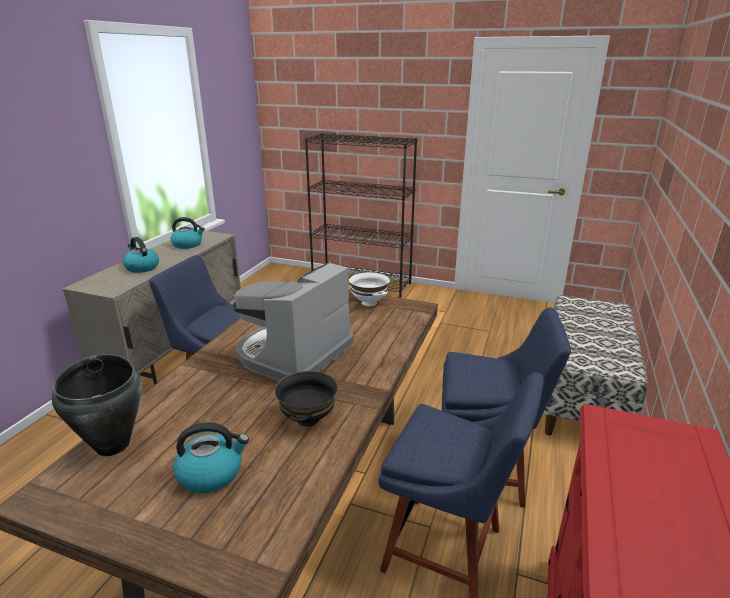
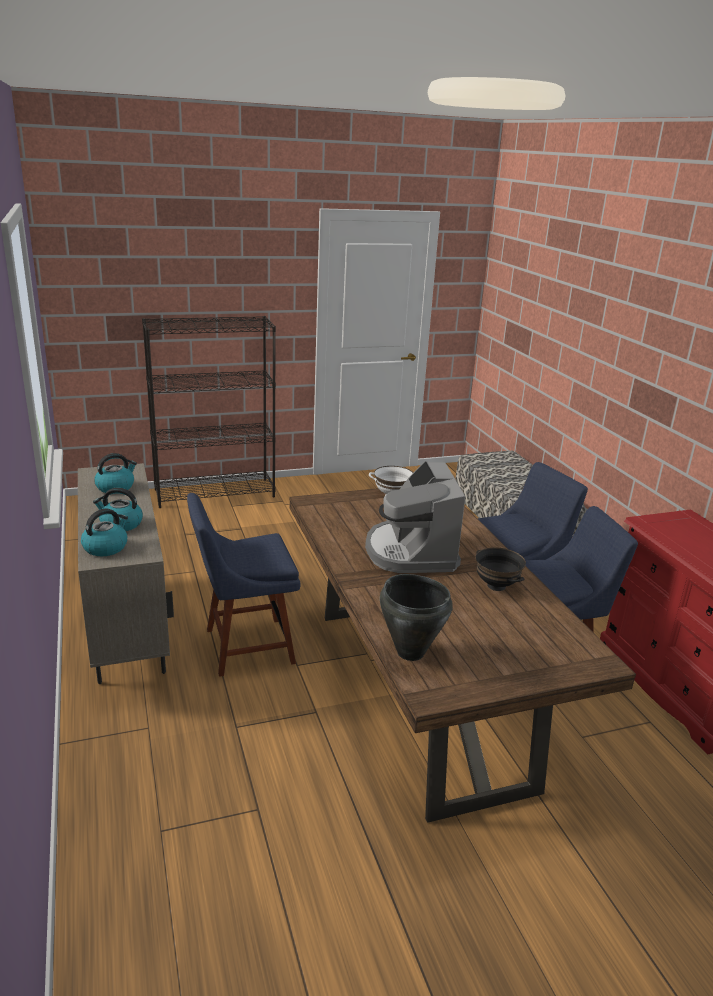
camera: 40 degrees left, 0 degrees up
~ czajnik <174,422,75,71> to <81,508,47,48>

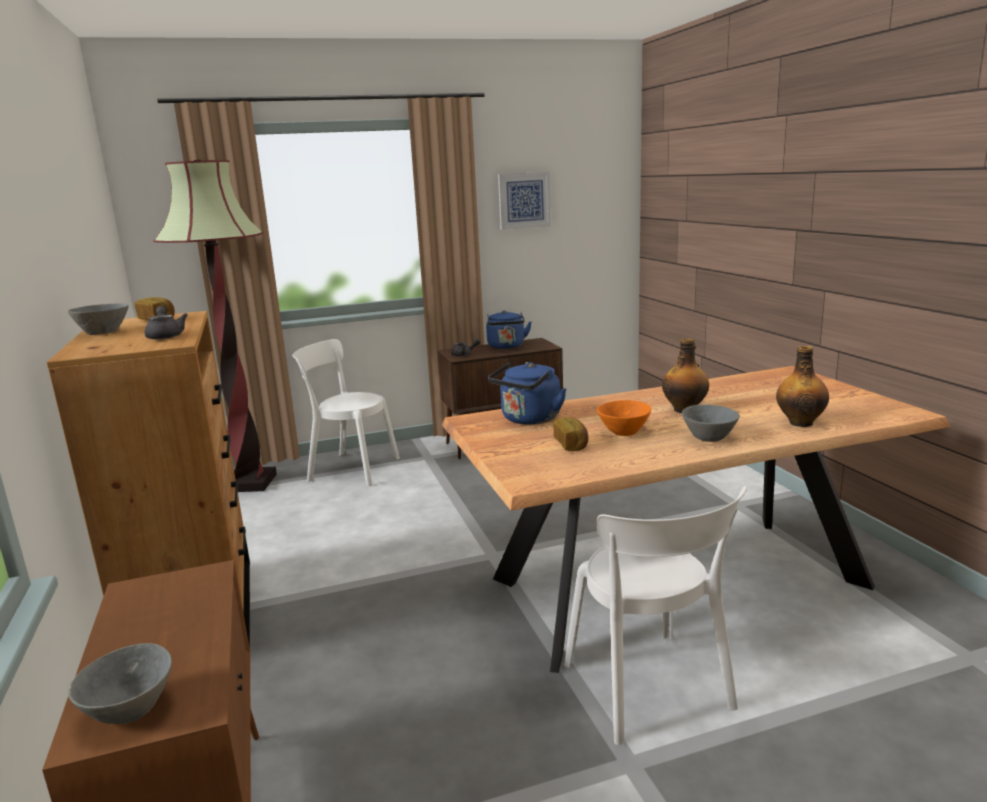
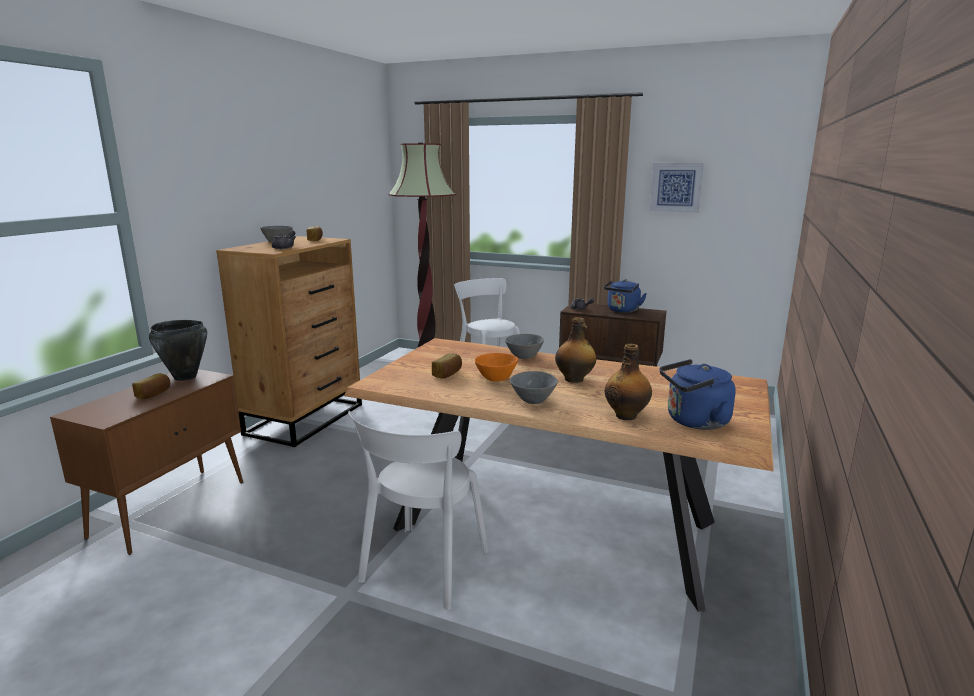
camera: 40 degrees right, 0 degrees up
+ chleb <132,373,38,26>
+ garnek (czarny) <149,320,58,61>
~ miska (szary) <68,643,104,81> to <505,334,39,25>
~ czajnik (niebieski) <488,362,78,63> to <660,359,76,71>

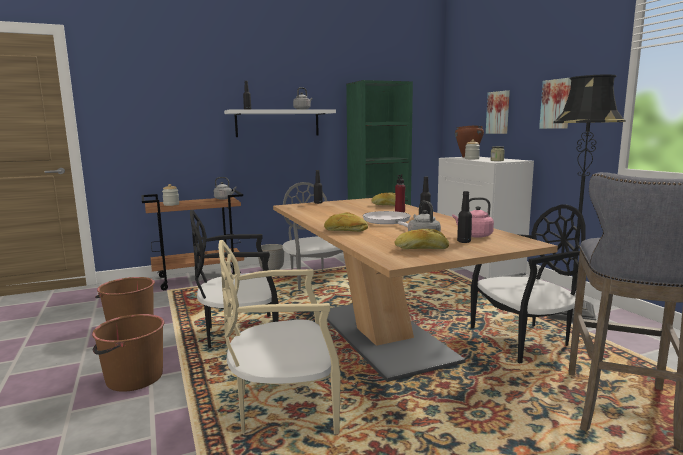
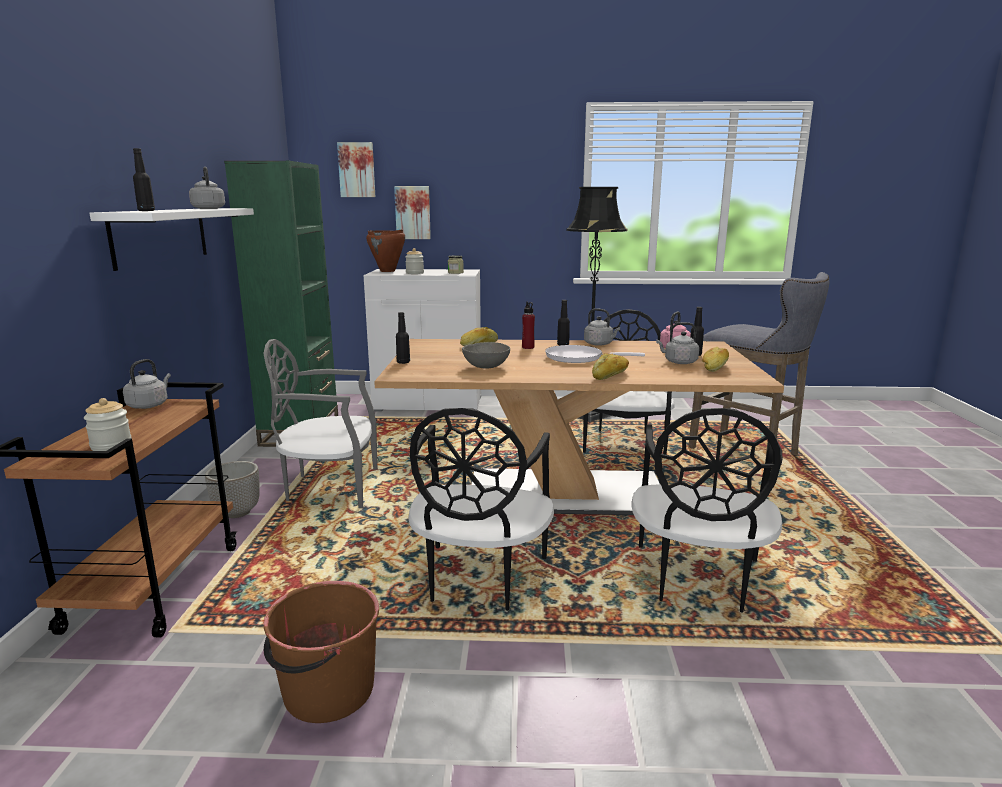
camera: 65 degrees left, 5 degrees up
~ obraz <539,78,32,51> to <337,142,38,55>
+ miska (szary) <462,342,48,27>
+ czajnik (szary) <584,308,36,38>
~ krzesło (beżowy) <218,240,123,194> to krzesło (czarny) <631,408,151,205>
- wiadro (brązowy) <92,314,72,78>

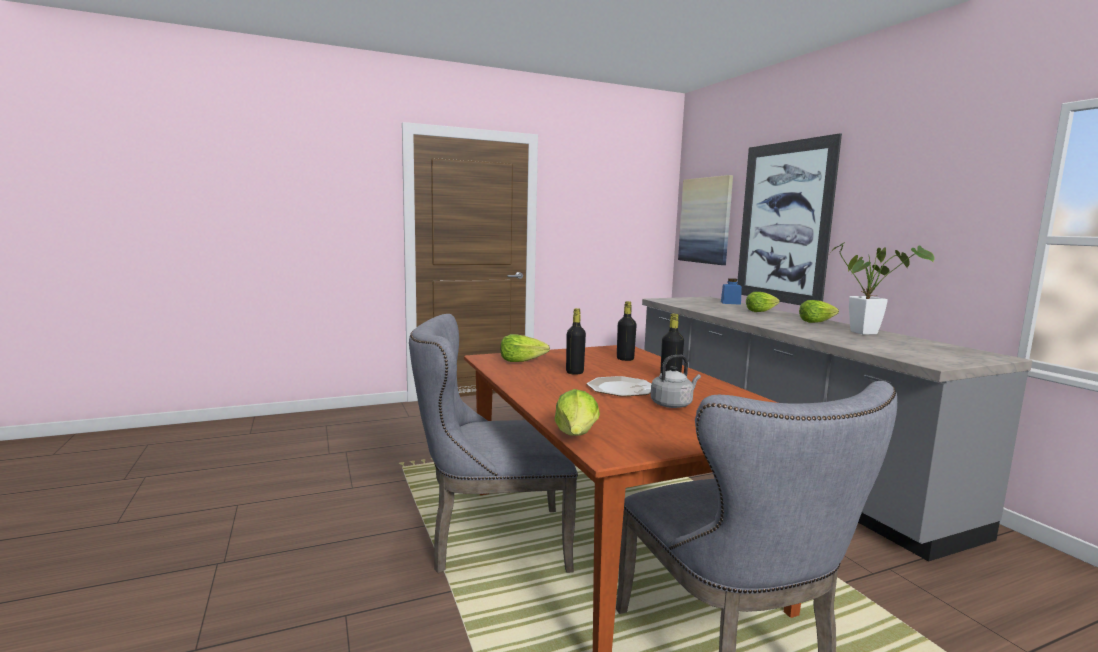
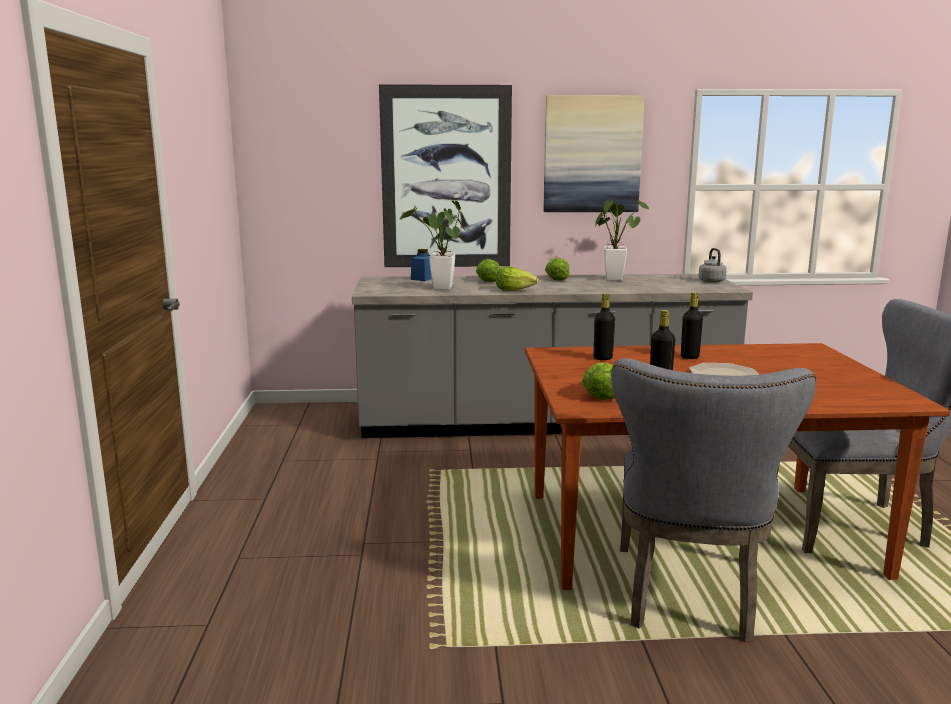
camera: 70 degrees left, 5 degrees up
+ roślina doniczkowa <400,200,65,90>
~ sałata <555,389,45,47> to <496,266,43,25>
~ obraz <678,175,55,90> to <543,95,102,117>
~ czajnik (szary) <651,355,50,53> to <698,248,29,35>

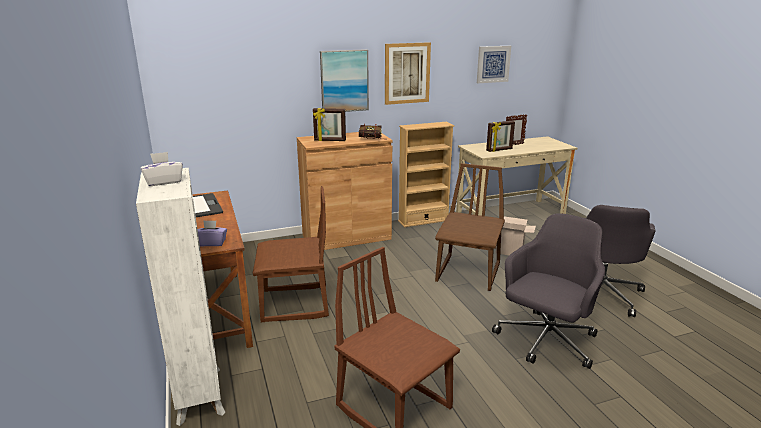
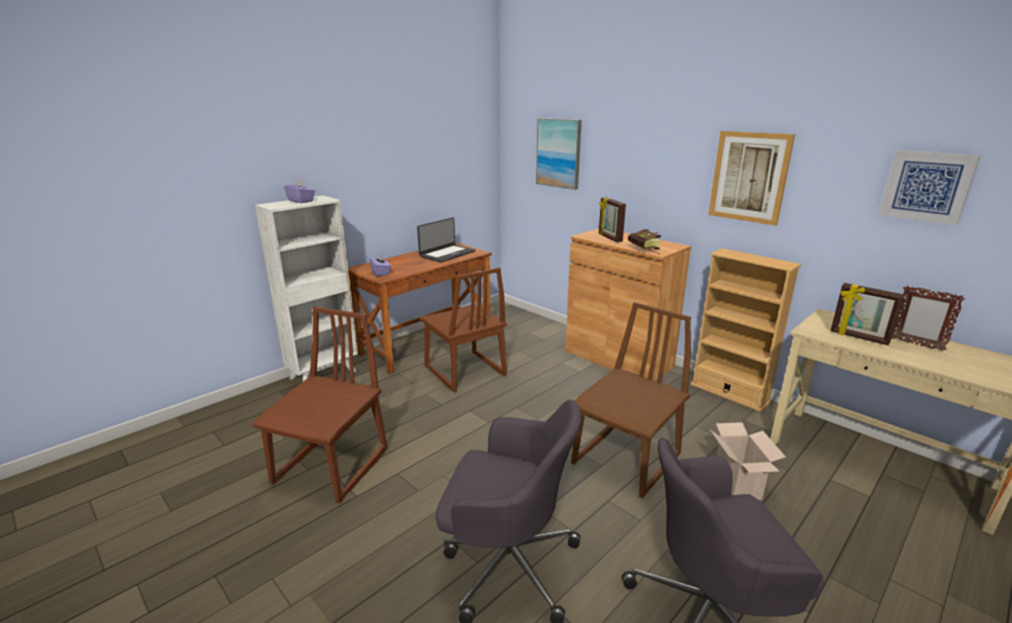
camera: 65 degrees right, 0 degrees up
~ pudełko chusteczek (biały) <141,152,42,34> to pudełko chusteczek (fioletowy) <284,179,31,24>
~ obraz <320,49,49,63> to <536,118,45,72>
~ krzesło (brązowy) <435,163,70,128> = <571,302,120,197> 45 degrees counterclockwise

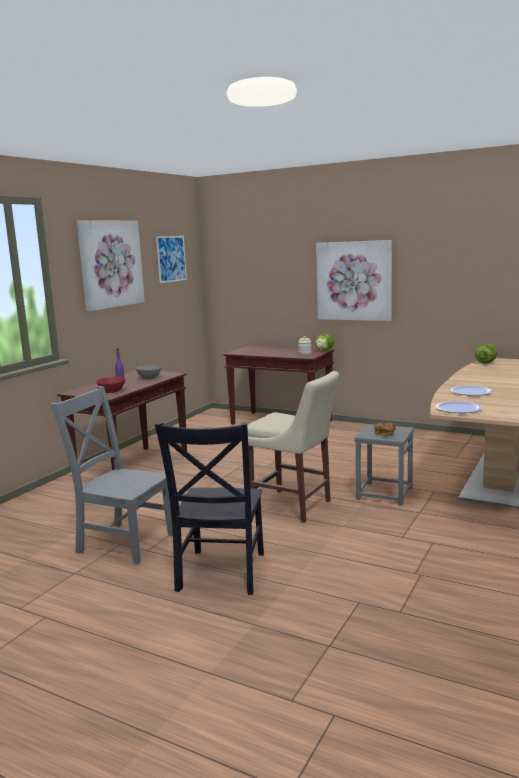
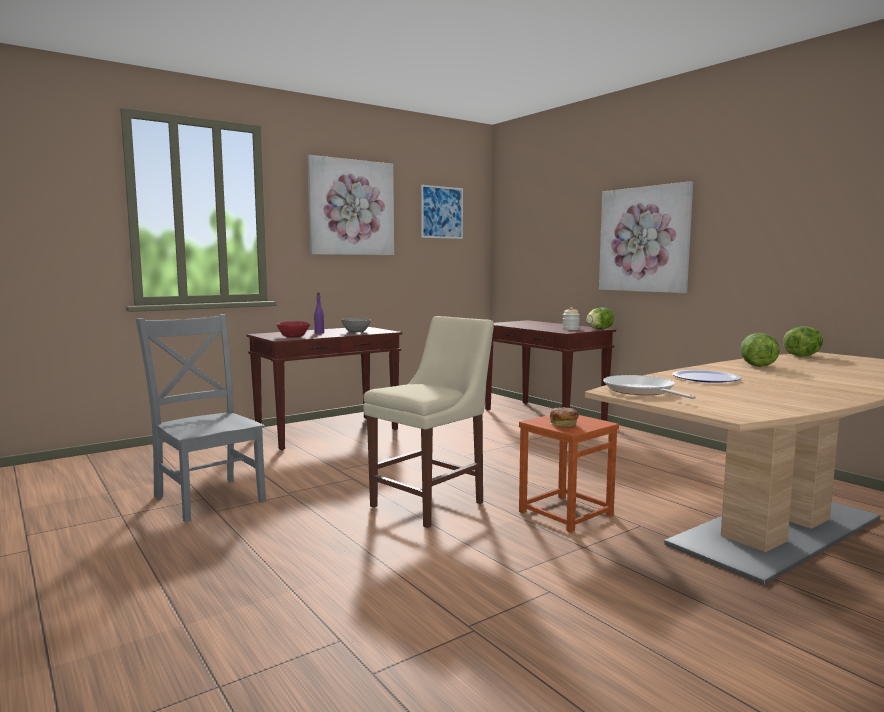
camera: 25 degrees right, 5 degrees down
~ krzesło (beżowy) <247,371,92,152> = <363,316,131,212> 105 degrees counterclockwise
~ stołek (szary) <355,424,59,81> to stołek (brązowy) <519,415,100,118>
~ talerz <436,401,46,12> to patelnia <603,375,93,24>
+ sałata <740,333,40,34>
- krzesło (czarny) <155,422,109,173>

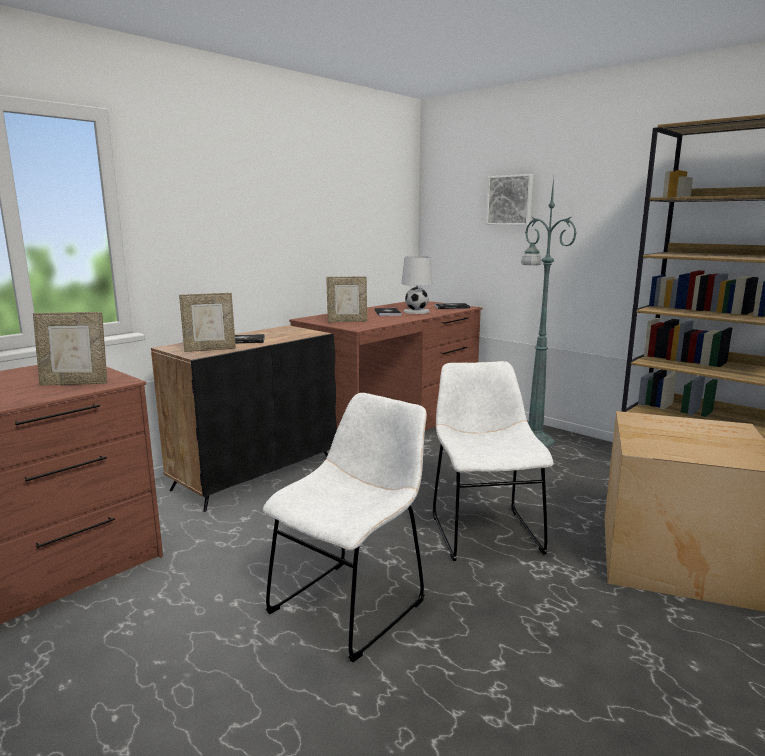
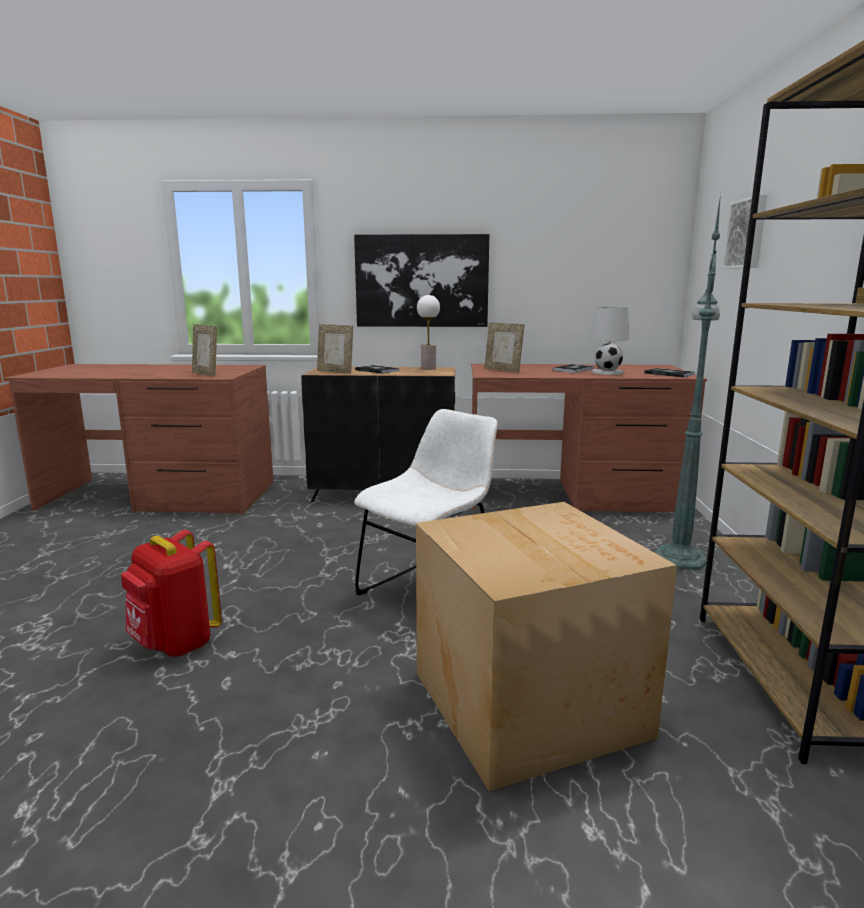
camera: 50 degrees right, 0 degrees up
+ plecak (czerwony) <121,530,101,127>
+ obraz <354,234,135,93>
+ lampa stołowa <417,295,23,74>
- krzesło (biały) <263,393,164,269>

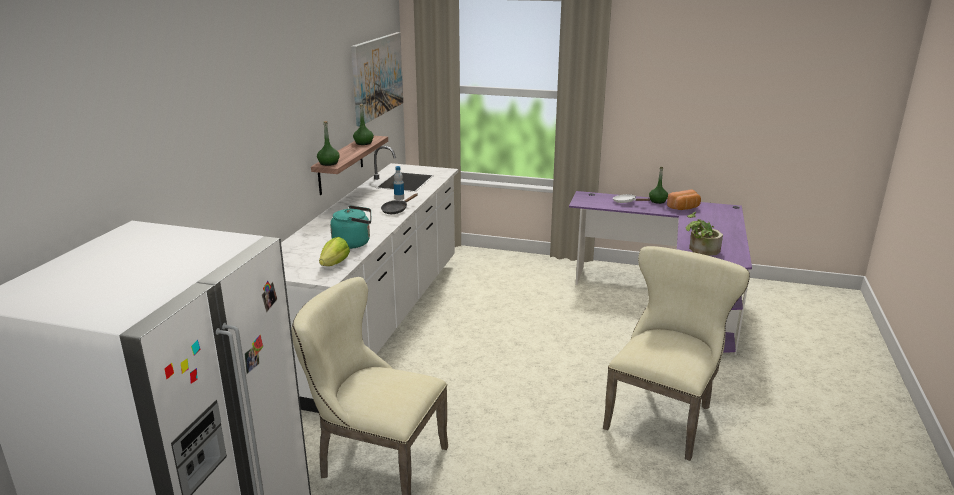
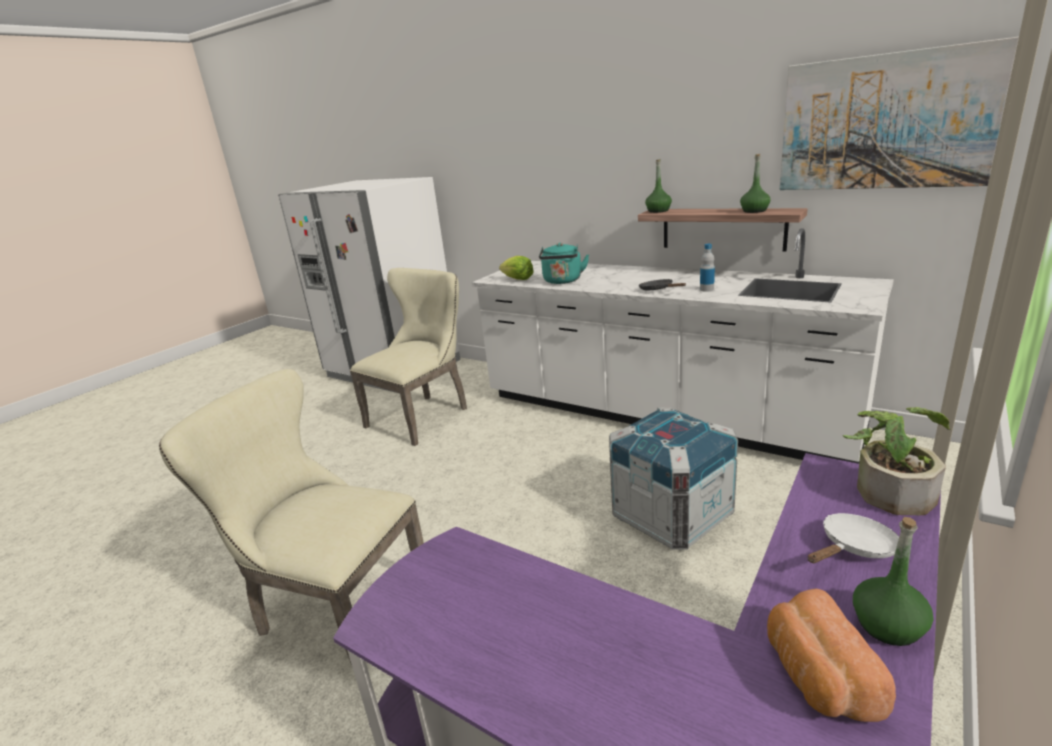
camera: 110 degrees right, 0 degrees up
~ krzesło (beżowy) <603,246,147,215> = <159,369,265,296> 150 degrees clockwise
+ skrzynka <609,407,129,142>
~ roślina doniczkowa <686,212,37,44> to <843,407,107,108>

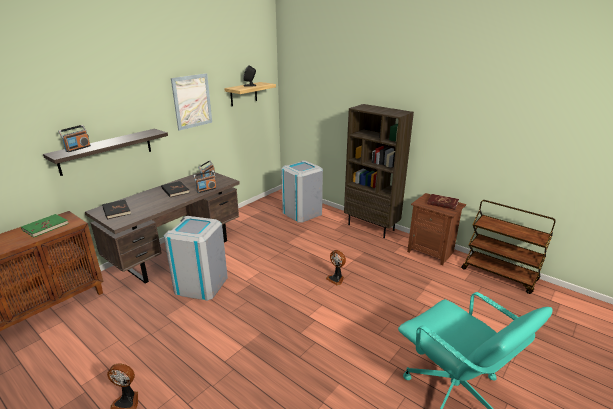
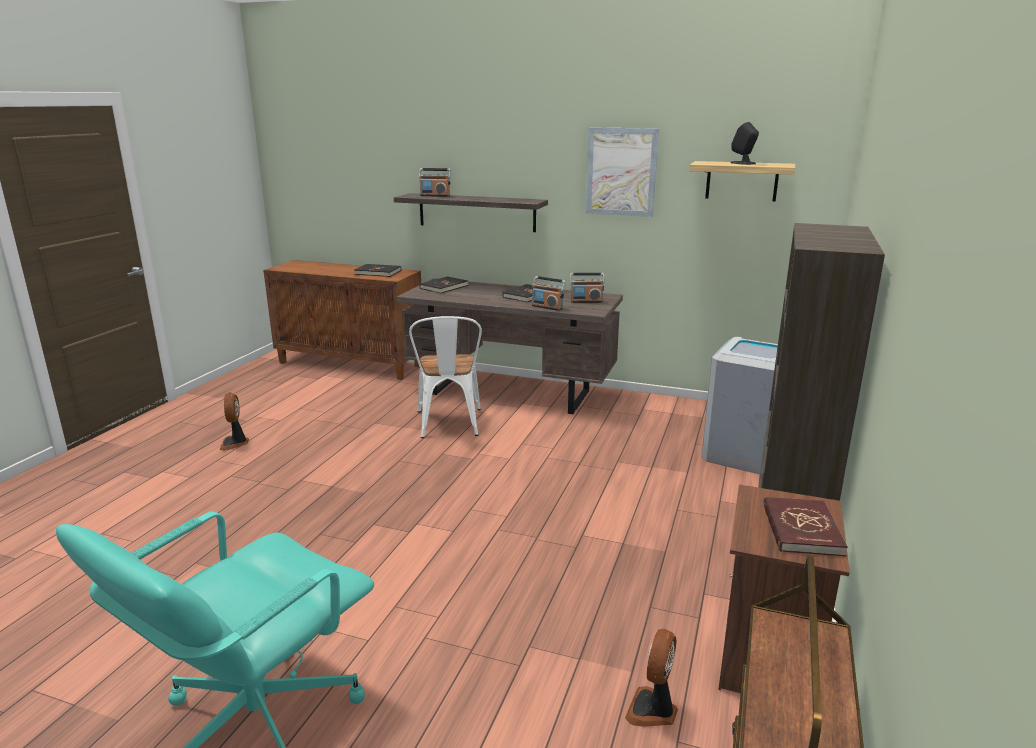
camera: 70 degrees right, 5 degrees down
~ książka (zielony) <21,214,48,23> to książka (czarny) <354,264,47,13>
~ kosz na śmieci (szary) <163,216,65,85> to krzesło (biały) <409,316,73,122>
~ wentylator <326,250,20,36> to <625,629,53,98>

